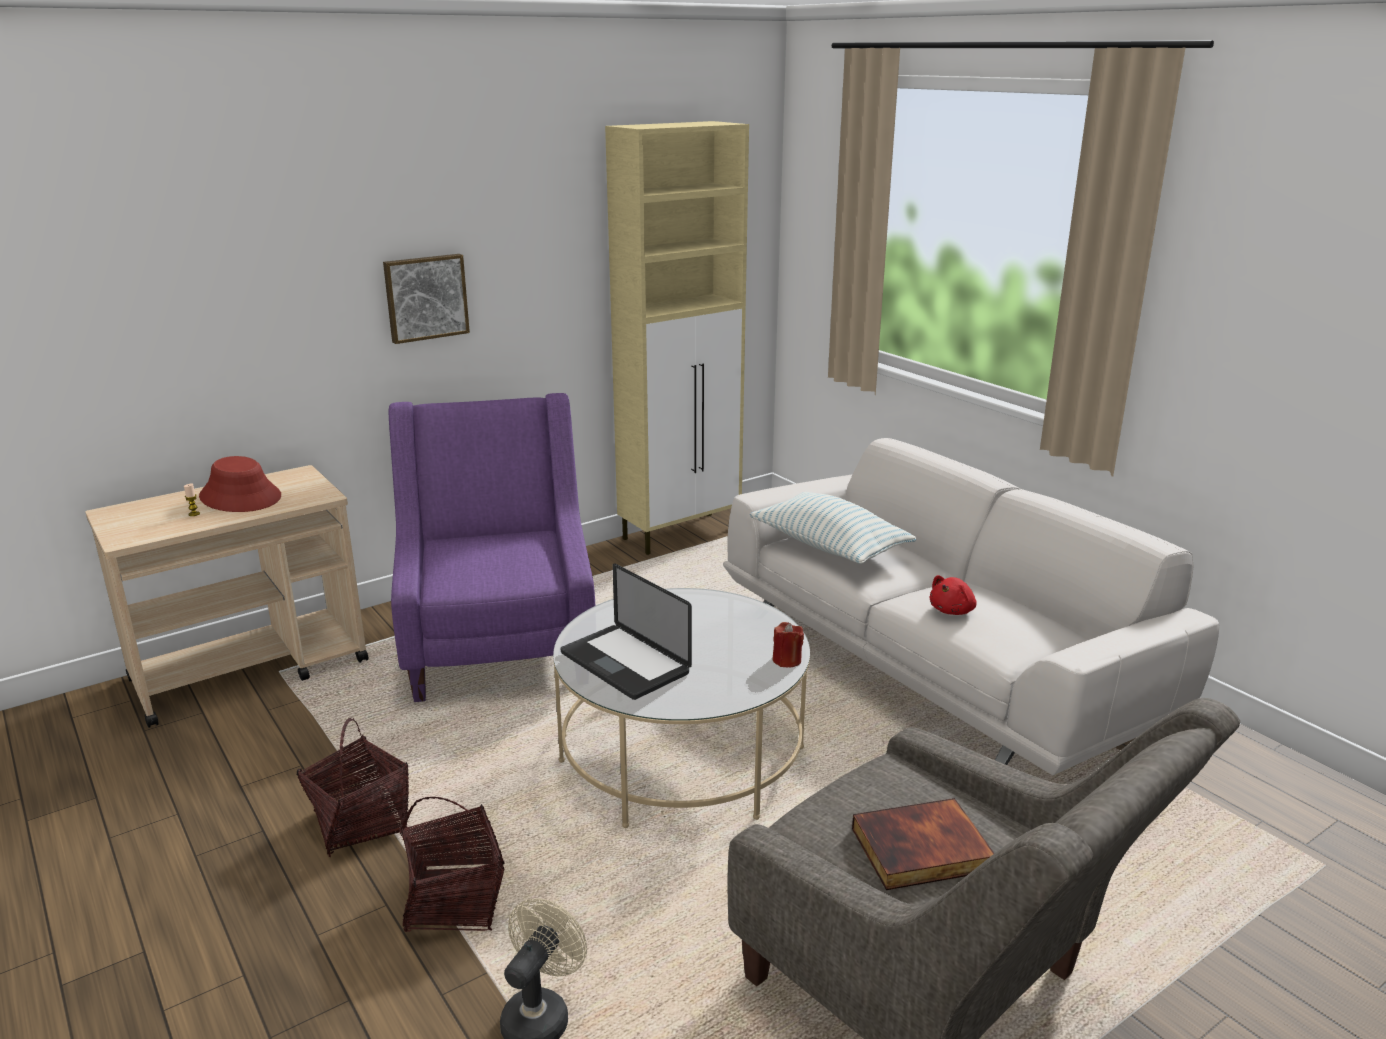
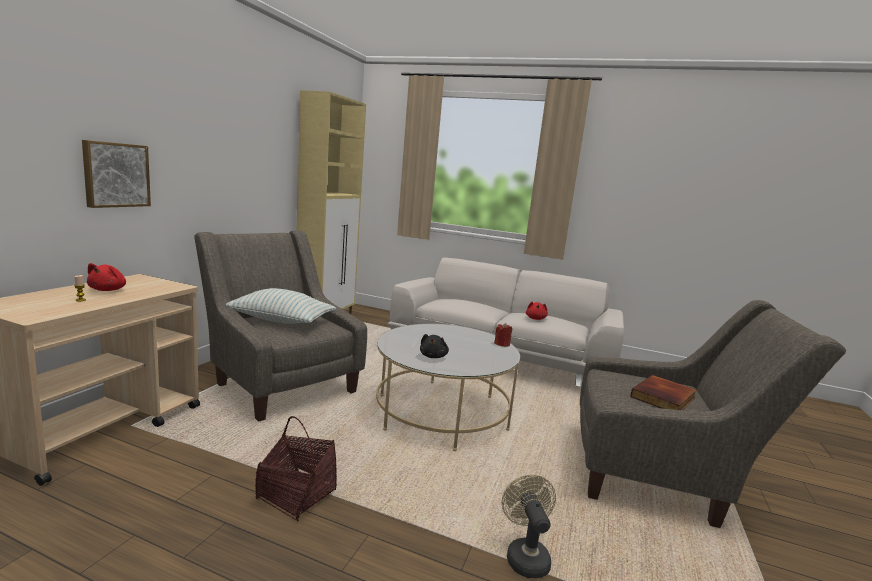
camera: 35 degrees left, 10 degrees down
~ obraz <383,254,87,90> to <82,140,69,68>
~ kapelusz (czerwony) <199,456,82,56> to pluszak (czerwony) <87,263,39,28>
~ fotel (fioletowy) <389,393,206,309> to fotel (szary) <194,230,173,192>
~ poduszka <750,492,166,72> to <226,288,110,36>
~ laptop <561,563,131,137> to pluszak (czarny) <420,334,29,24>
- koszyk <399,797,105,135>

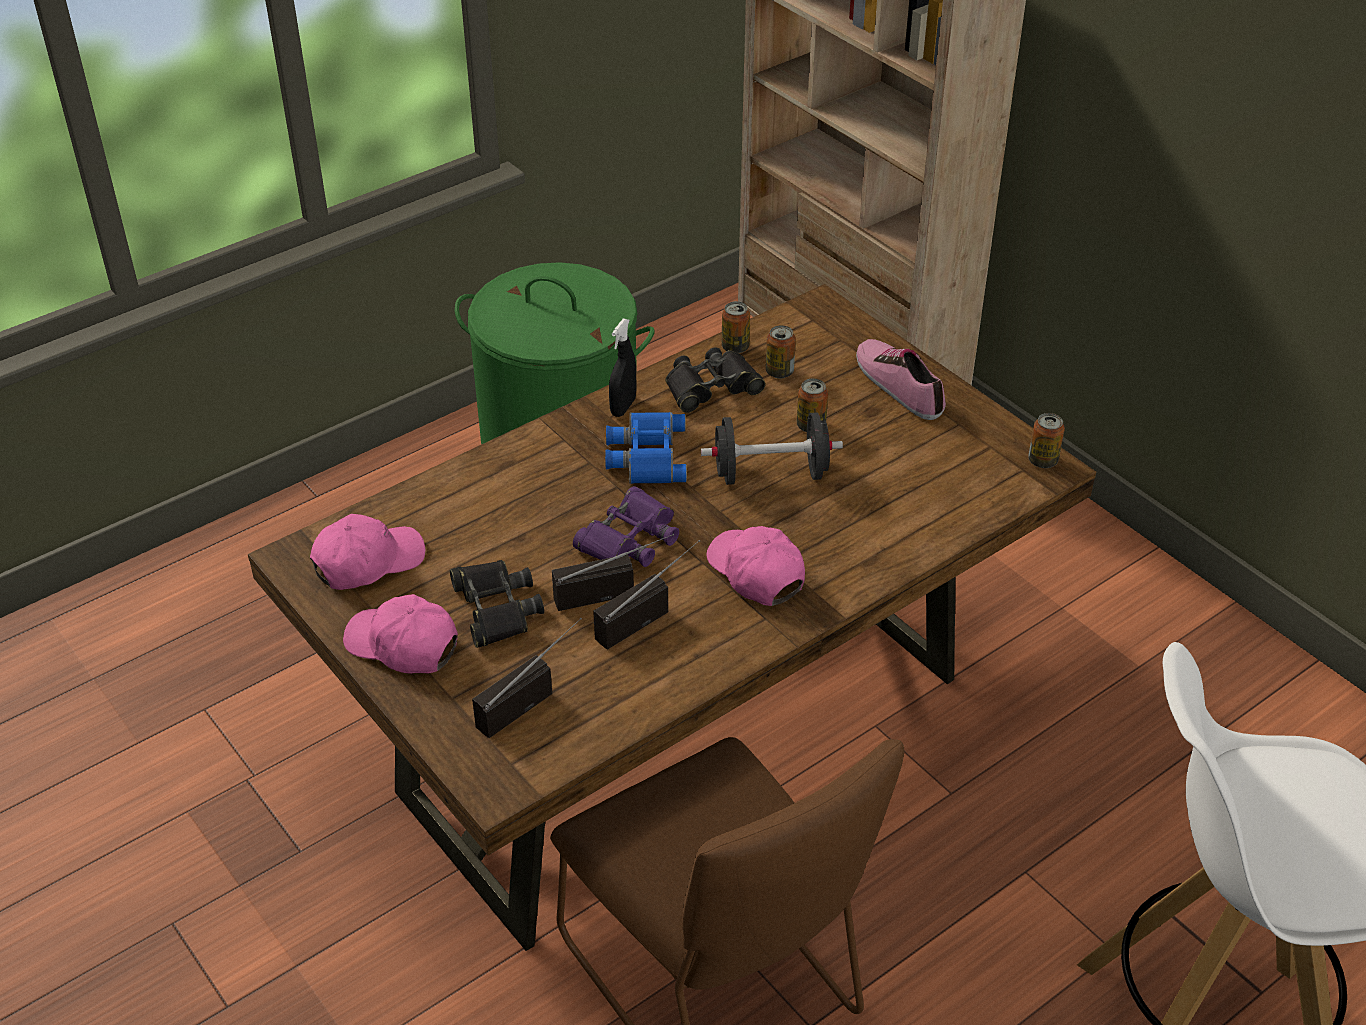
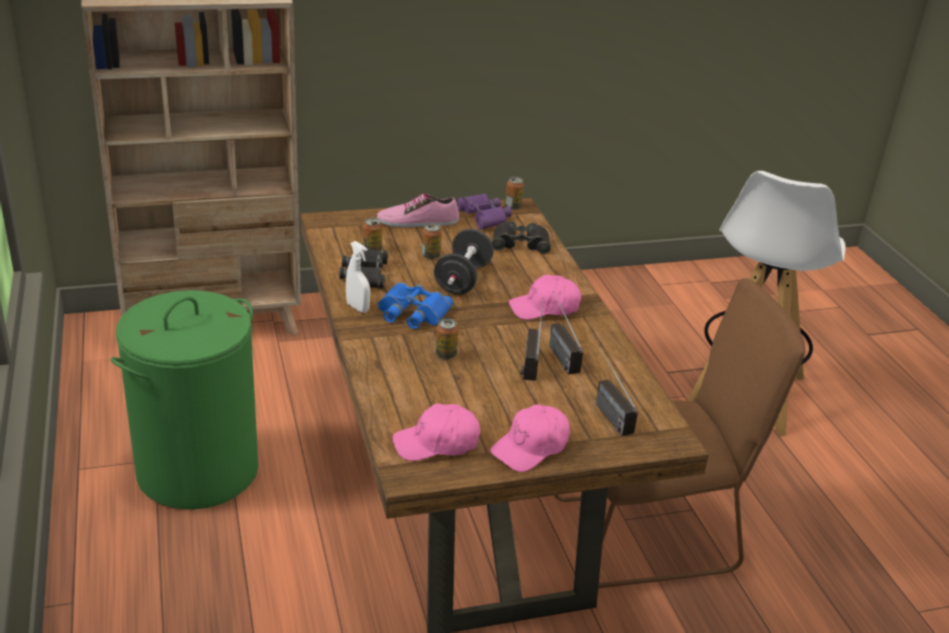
camera: 70 degrees left, 10 degrees down
~ spryskiwacz (czarny) <609,319,28,98> to spryskiwacz (biały) <346,241,24,72>
~ czapka z daszkiem (różowy) <310,514,115,76> = <393,404,87,57> 90 degrees counterclockwise
~ puszka <722,301,28,52> to <435,318,24,41>
~ lornetka (fioletowy) <573,486,106,81> to <457,193,55,37>
~ lornetka (czarny) <450,560,94,88> to <492,221,59,33>

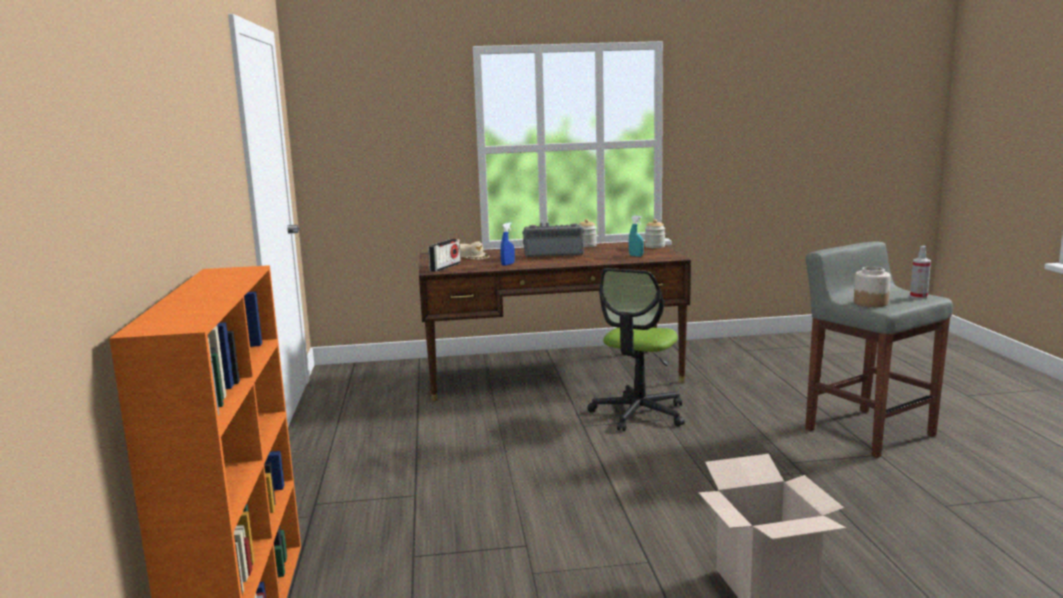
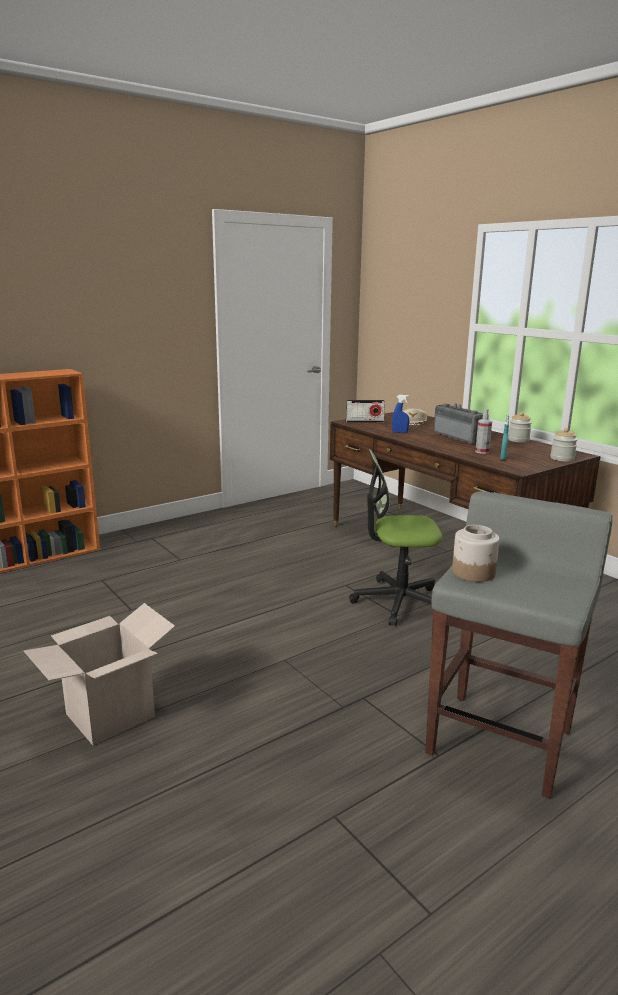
camera: 60 degrees right, 5 degrees up
~ spryskiwacz <910,246,21,53> to <475,409,17,45>

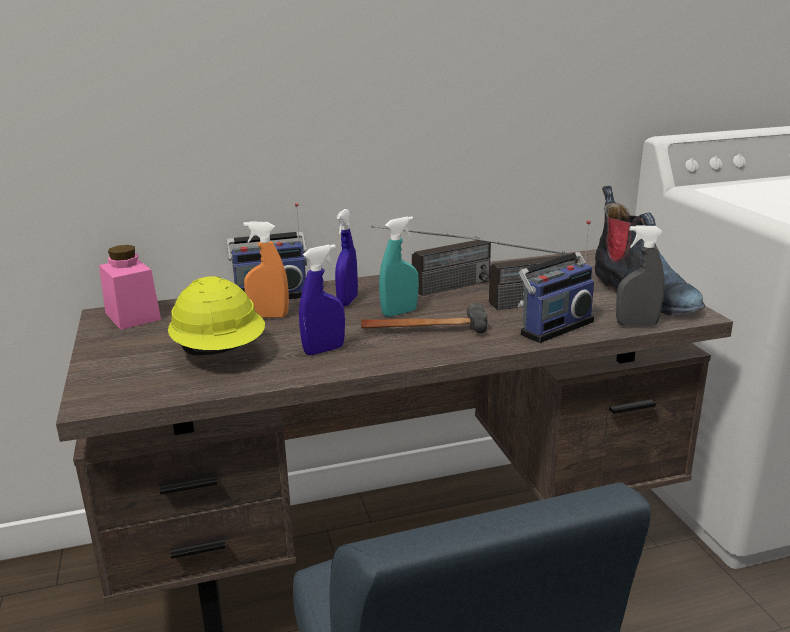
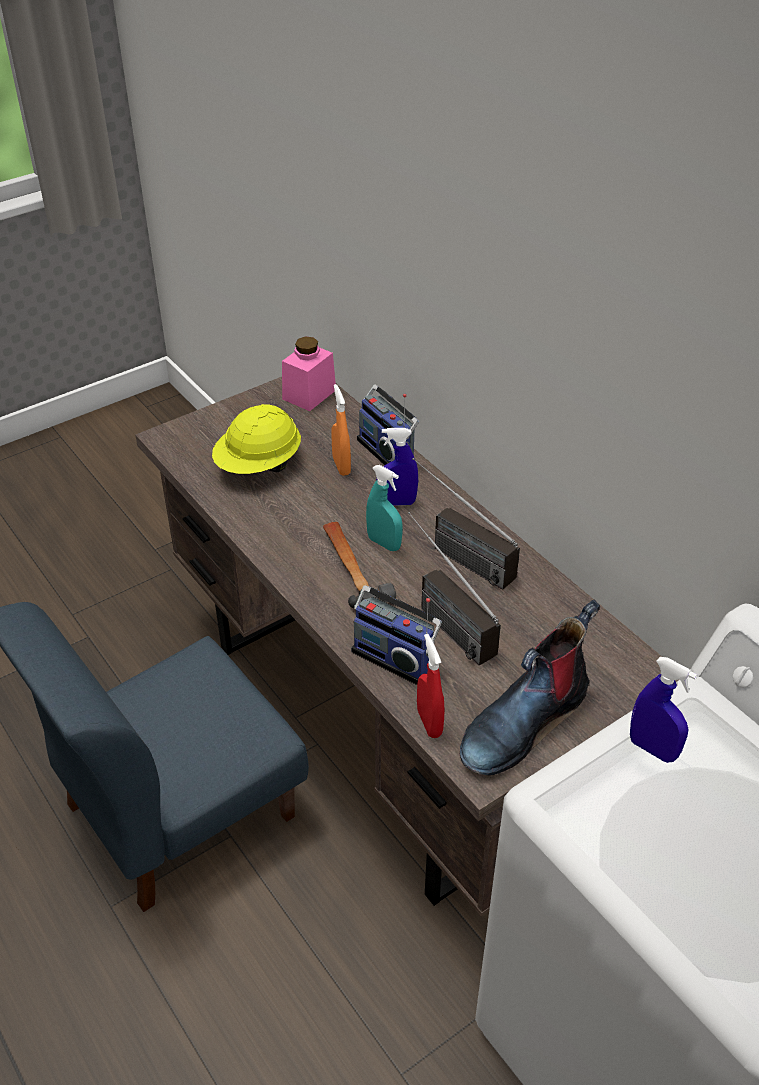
camera: 70 degrees right, 20 degrees up
~ spryskiwacz (szary) <616,225,49,101> to spryskiwacz (czerwony) <417,634,27,104>
~ spryskiwacz (niebieski) <299,244,46,111> to <630,657,68,106>

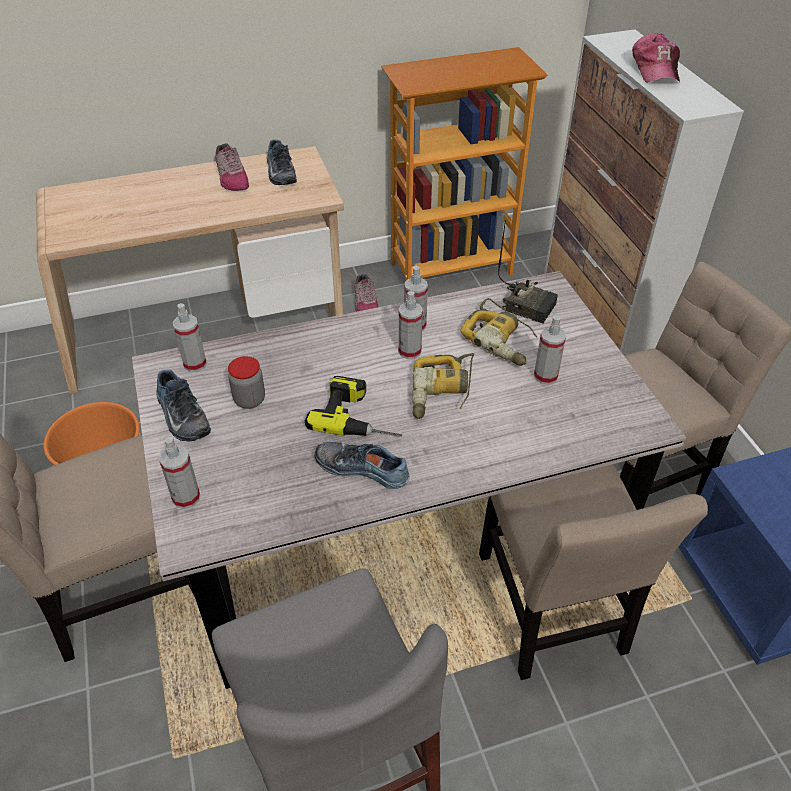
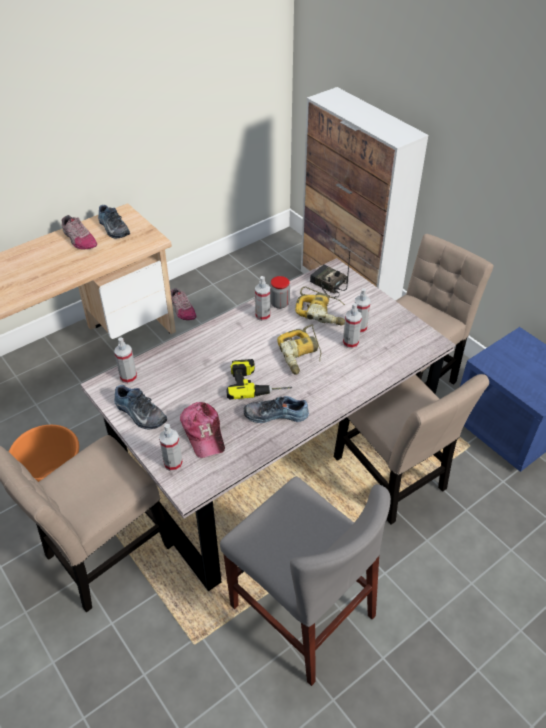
camera: 20 degrees left, 0 degrees up
~ czapka z daszkiem <632,33,48,50> to <180,402,45,56>
~ słoik <228,356,37,53> to <270,276,20,33>
~ radio <498,220,60,103> = <310,253,40,45> 150 degrees counterclockwise
~ spryskiwacz <398,291,25,68> to <343,303,19,46>
- regał <381,47,167,234>

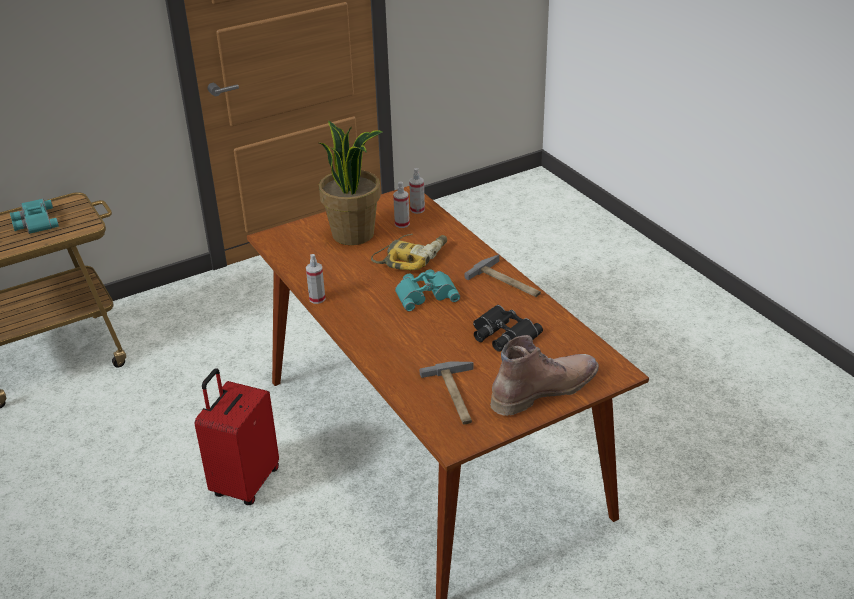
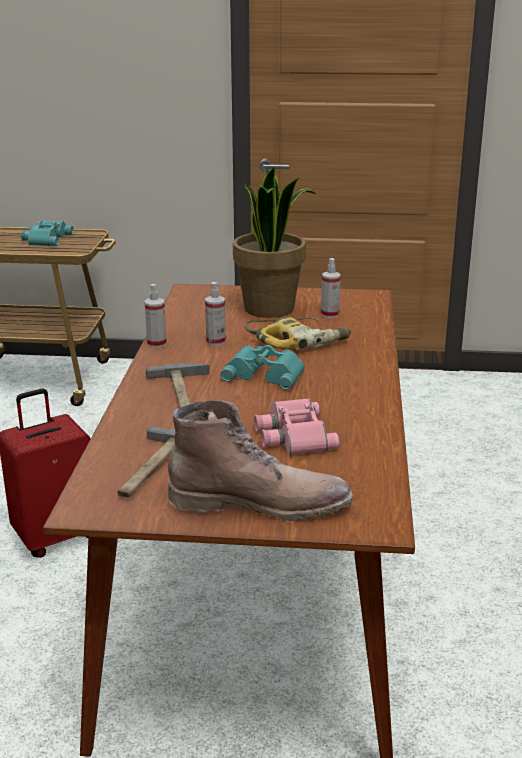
camera: 35 degrees right, 10 degrees down
~ młotek <465,255,76,42> to <146,363,64,44>
~ spryskiwacz <409,168,16,46> to <205,282,21,64>
~ lornetka (czarny) <473,305,70,47> to lornetka (różowy) <254,398,86,57>

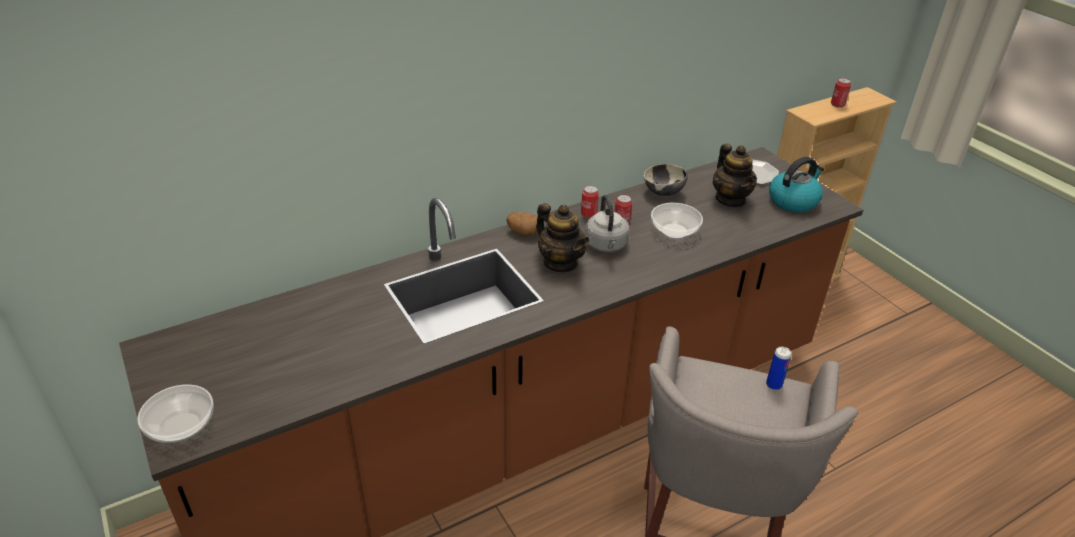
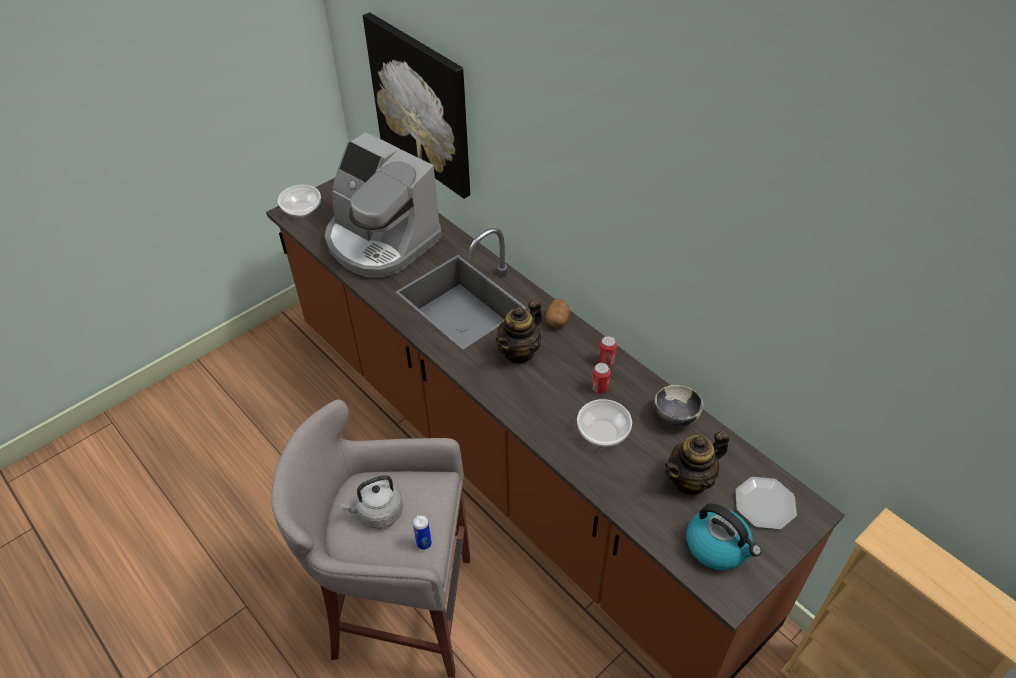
camera: 80 degrees right, 10 degrees up
+ ekspres do kawy <325,132,116,146>
~ czajnik (szary) <585,195,44,57> to <340,475,63,53>
+ obraz <363,12,107,187>
- puszka <831,78,20,30>

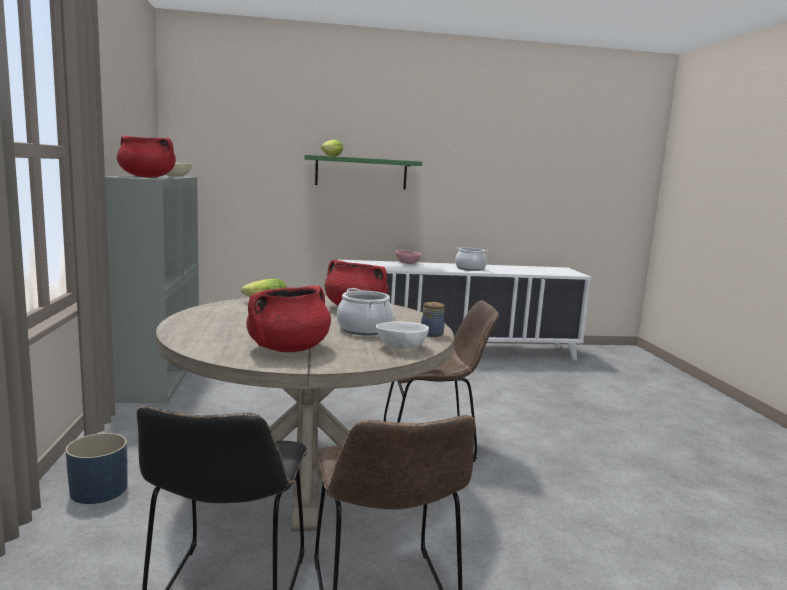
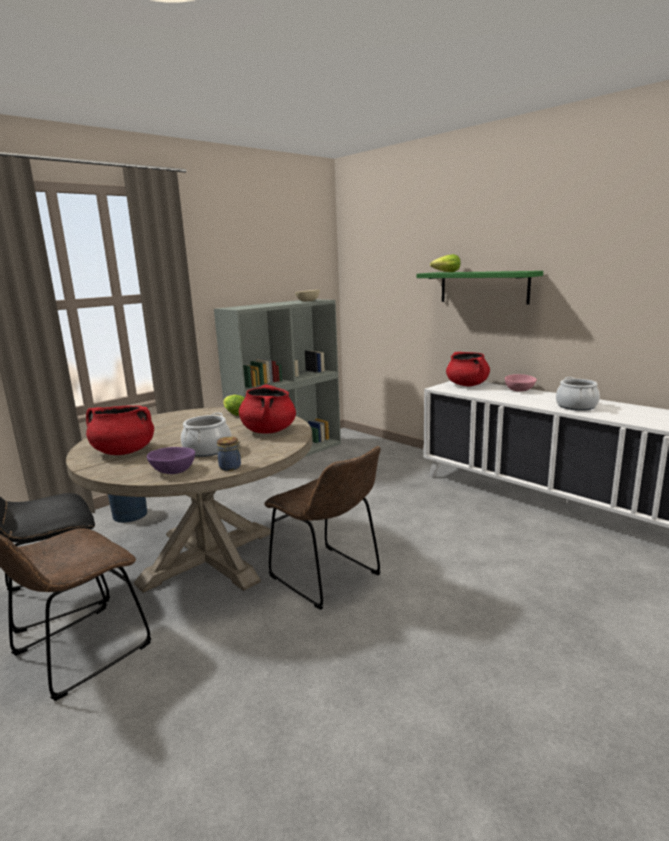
camera: 55 degrees right, 5 degrees up
~ miska (biały) <376,322,53,27> to miska (fioletowy) <147,447,48,27>
~ garnek (czerwony) <117,136,59,42> to <446,352,44,34>

